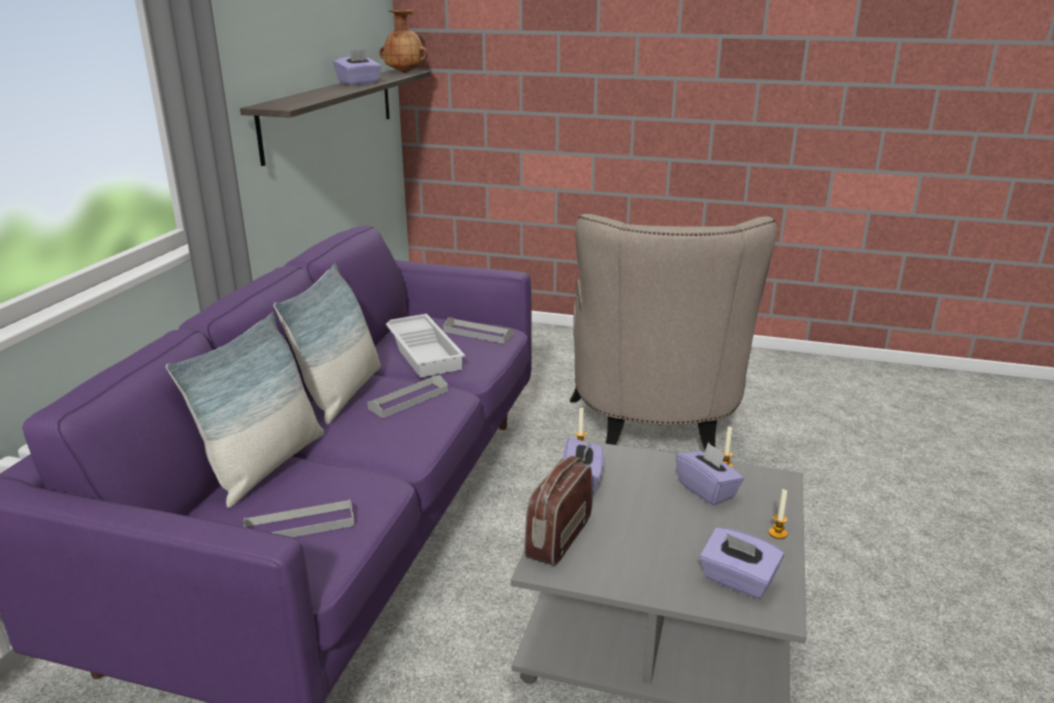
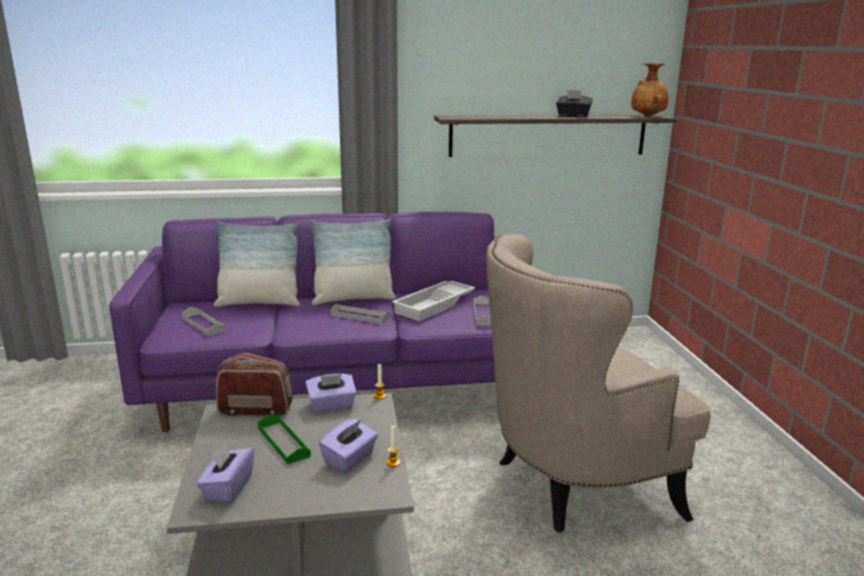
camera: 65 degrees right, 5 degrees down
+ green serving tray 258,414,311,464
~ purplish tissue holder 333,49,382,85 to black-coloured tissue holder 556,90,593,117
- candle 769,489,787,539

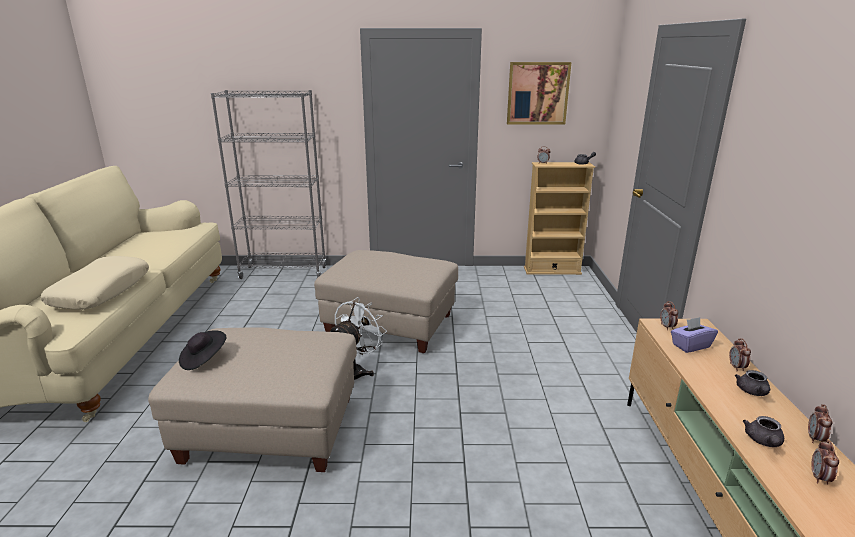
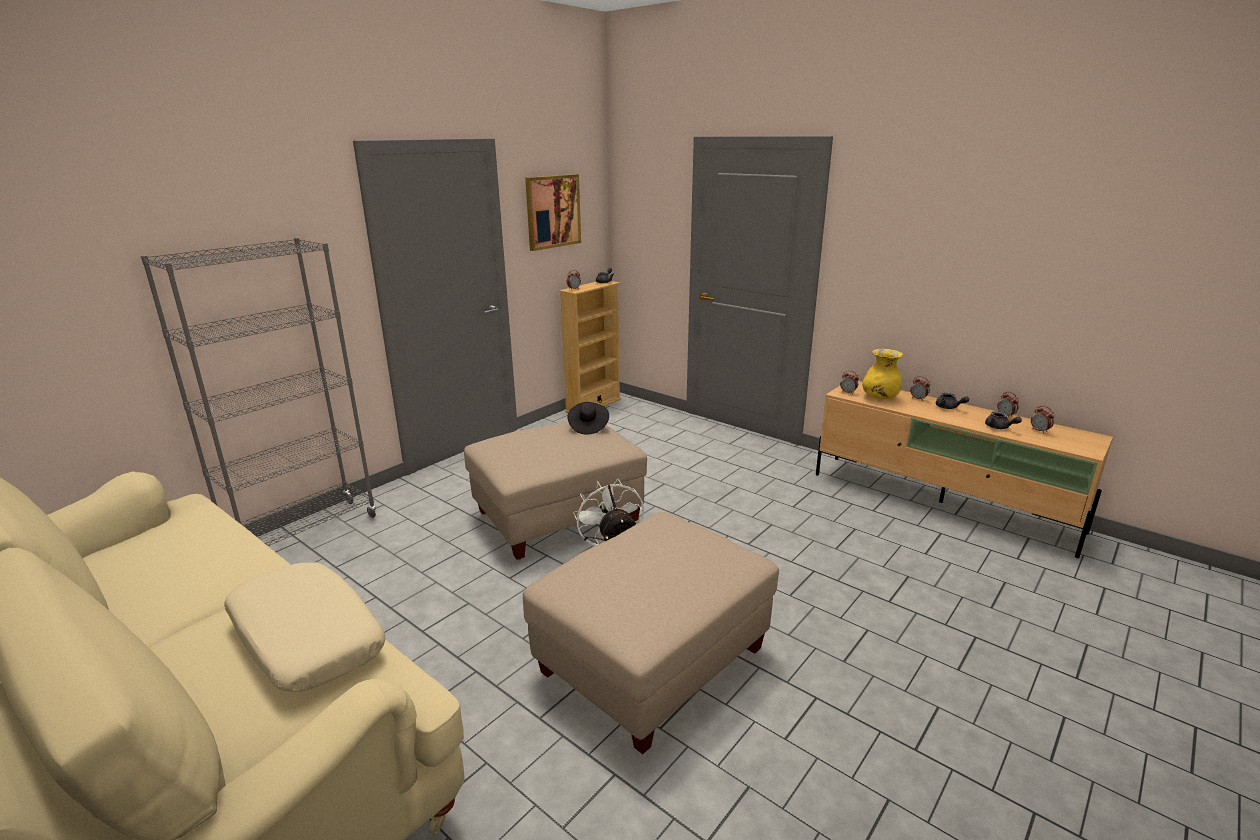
camera: 50 degrees left, 0 degrees up
~ black-coloured hat 179,330,227,370 to 567,402,609,435
~ purplish tissue holder 671,317,718,353 to yellow vase 862,349,903,400

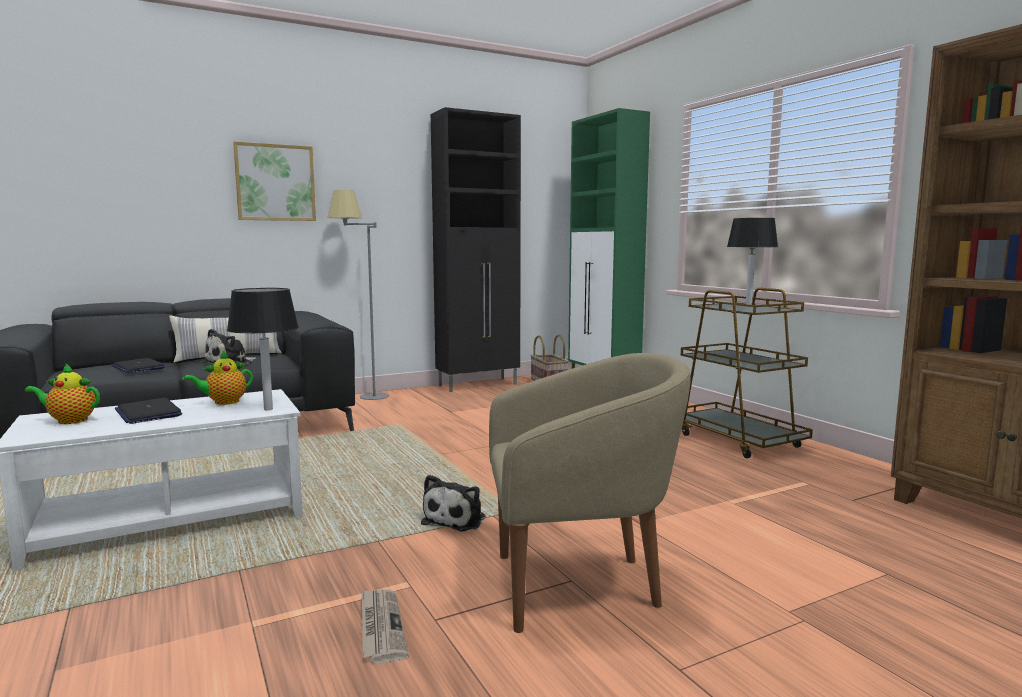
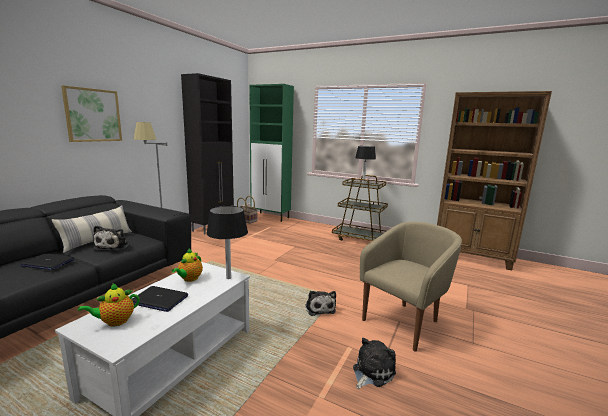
camera: 35 degrees left, 5 degrees up
~ printed paper 362,589,409,664 to cuddly toy 353,338,396,389

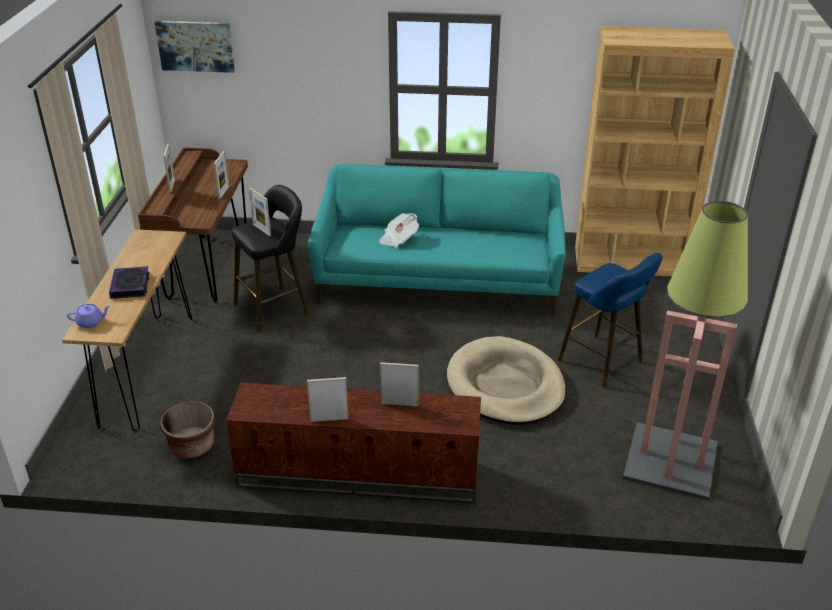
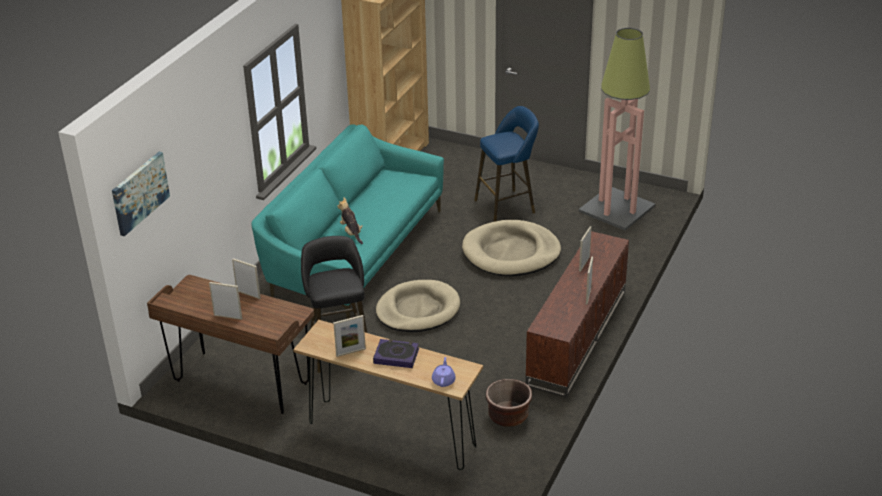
camera: 70 degrees left, 0 degrees up
~ standing frame 249,188,271,236 to 333,315,366,357
~ printed paper 379,213,419,247 to cuddly toy 337,197,363,244
+ beige-coloured dog cushion 376,280,460,332

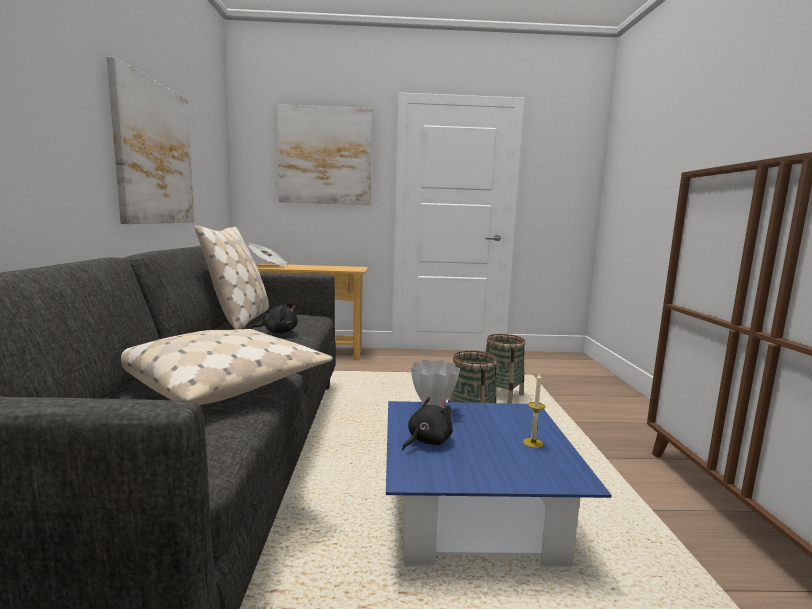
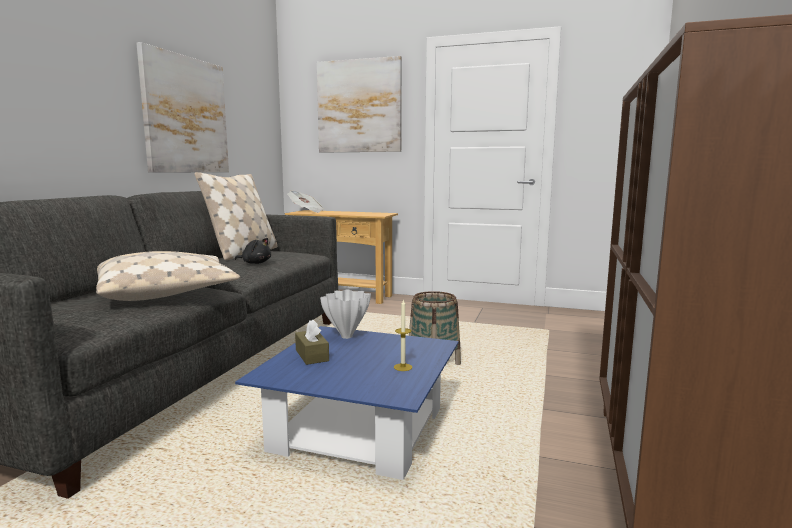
camera: 20 degrees right, 0 degrees up
~ black-coloured cuddly toy 402,397,453,450 to brownish tissue holder 295,319,329,365
- basket 486,334,525,404

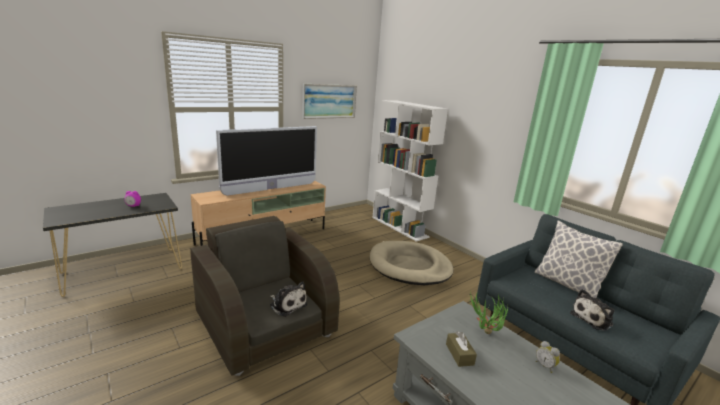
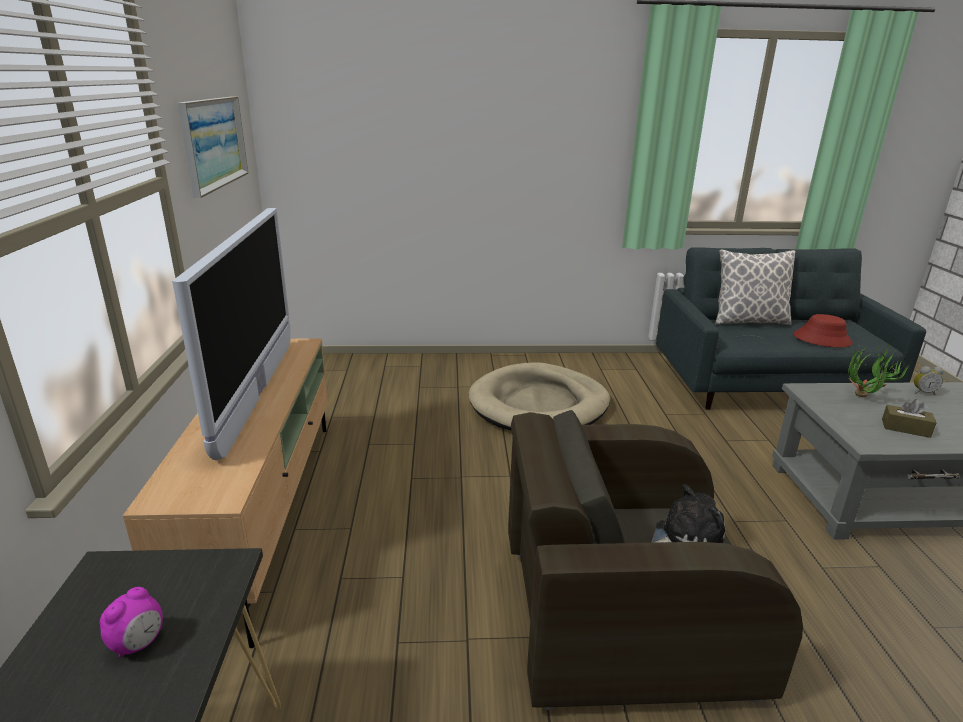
camera: 55 degrees left, 5 degrees up
~ cuddly toy 570,289,615,331 to red-coloured hat 793,314,853,347
- white-coloured bookcase 372,100,448,242

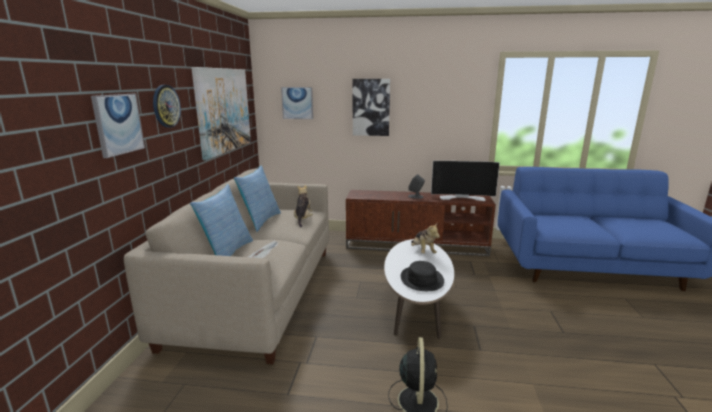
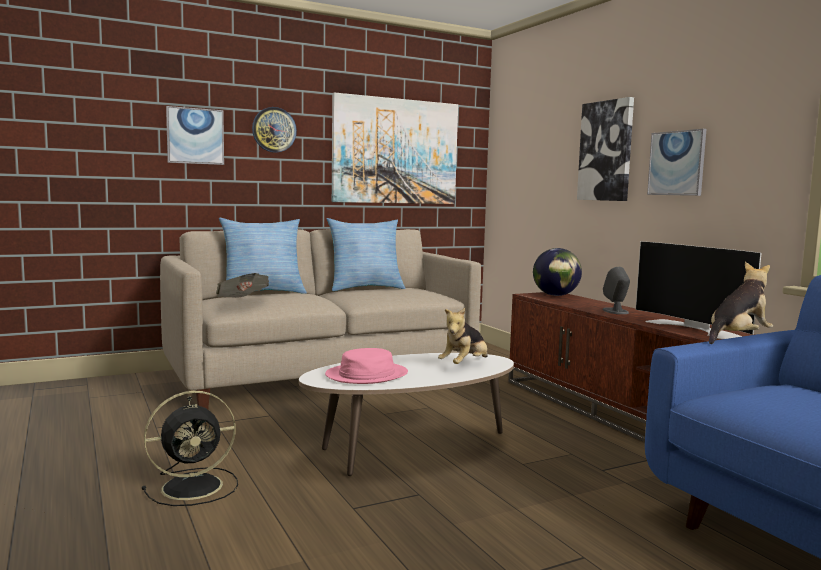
camera: 55 degrees right, 10 degrees down
~ black-coloured hat 401,261,444,291 to pink hat 325,348,408,384
+ globe 533,248,582,296
~ picture 281,87,313,119 to 647,129,706,196
~ cuddly toy 294,185,313,228 to 709,262,773,344

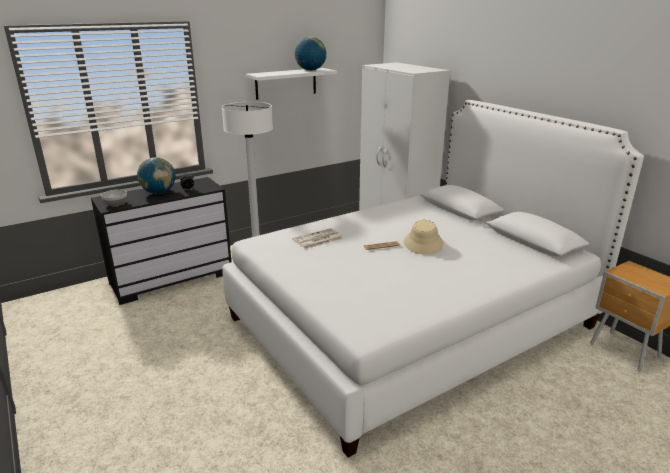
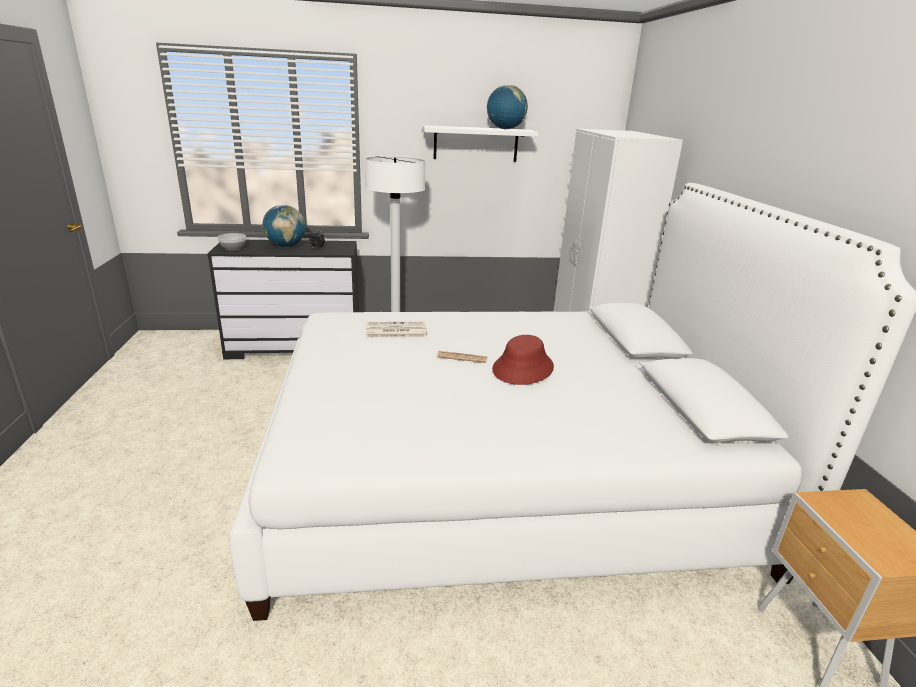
camera: 25 degrees right, 0 degrees up
~ beige-coloured hat 404,220,444,255 to red-coloured hat 492,335,554,385

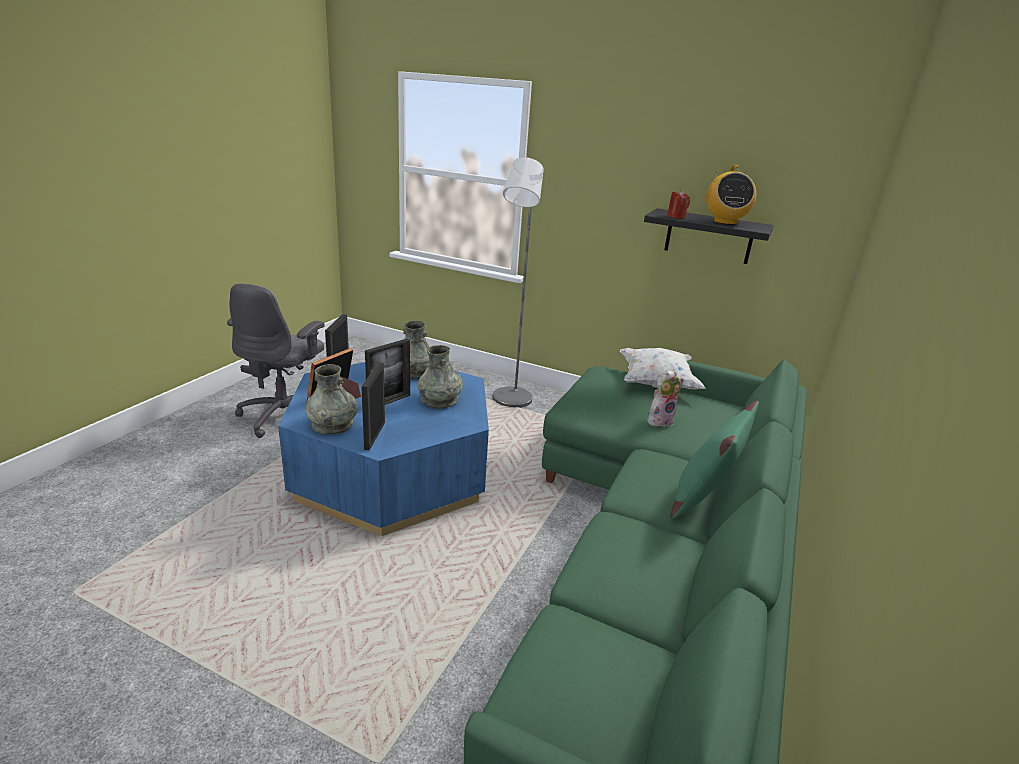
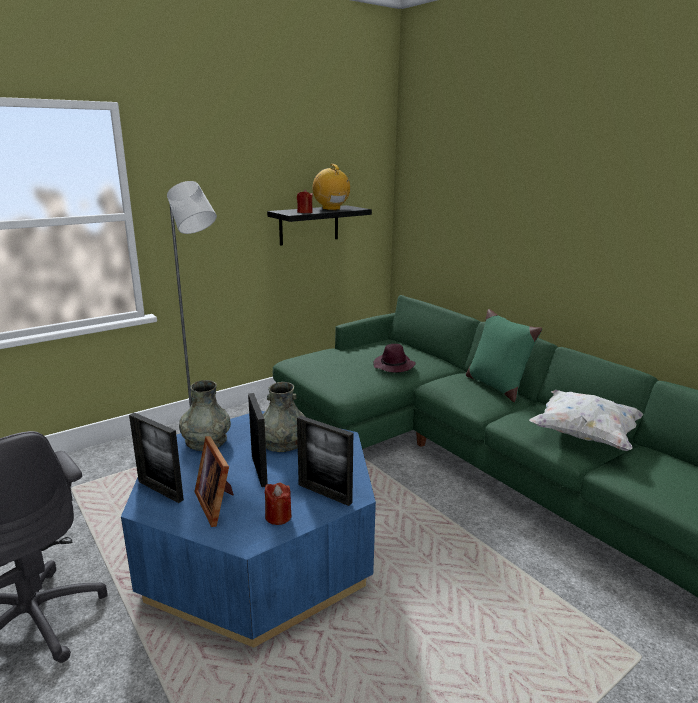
camera: 60 degrees left, 5 degrees down
~ grey vase 306,364,358,434 to red-coloured candle 265,483,291,525
~ radio 706,165,756,225 = 312,164,350,210 150 degrees counterclockwise
~ cuddly toy 647,369,683,427 to purplish hat 373,344,416,372
~ white-coloured cushion 620,348,706,389 to 529,390,643,451

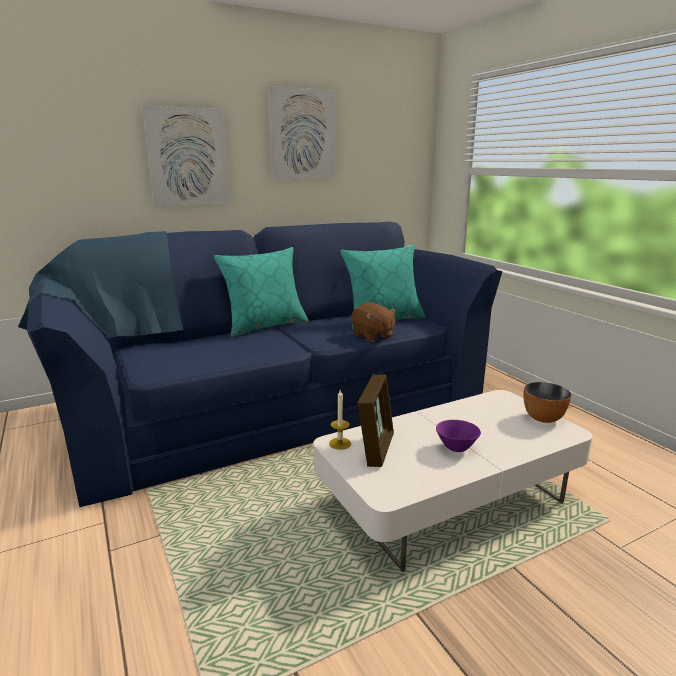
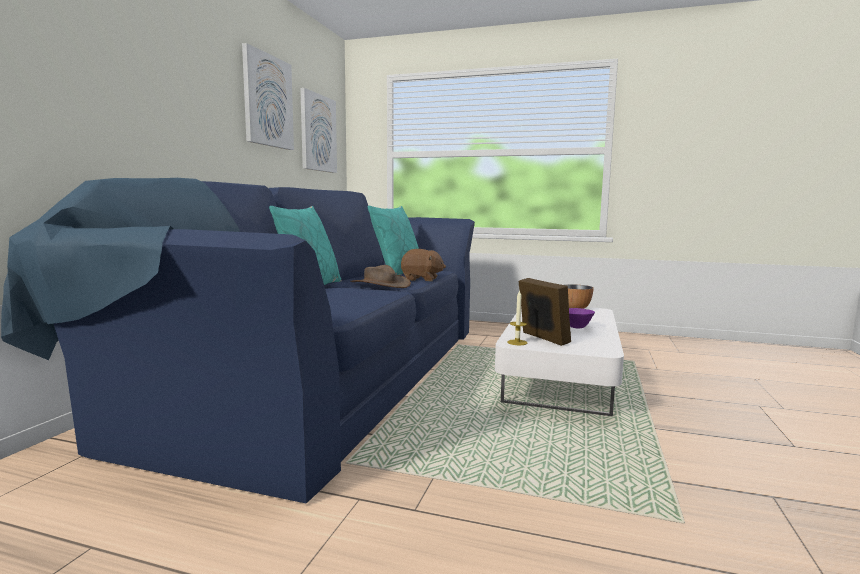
camera: 45 degrees left, 10 degrees down
~ picture 142,105,230,207 to 300,88,337,173
+ brownish hat 350,265,411,288

